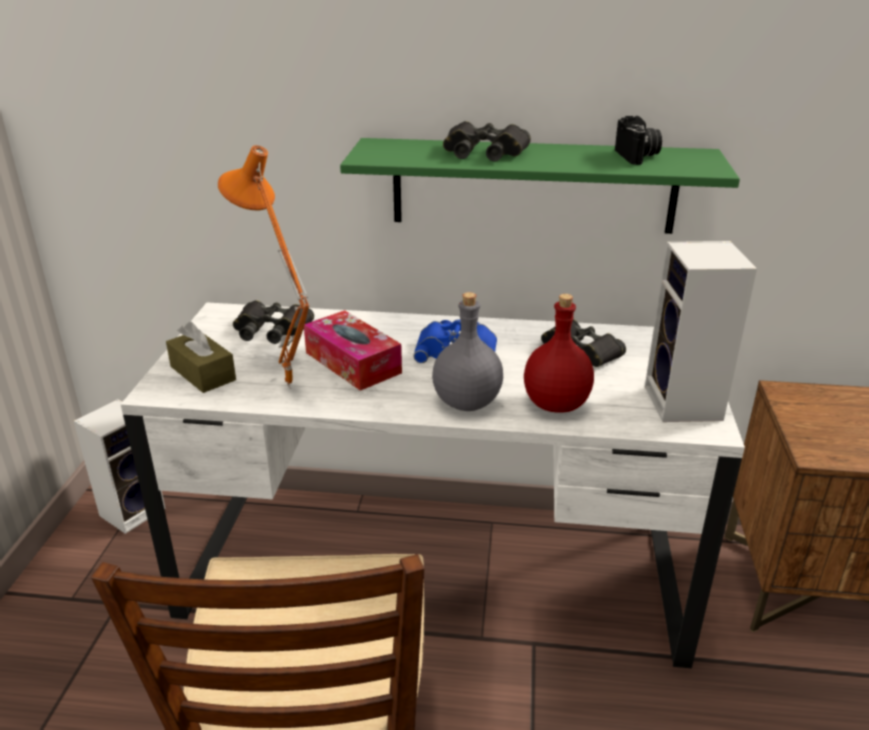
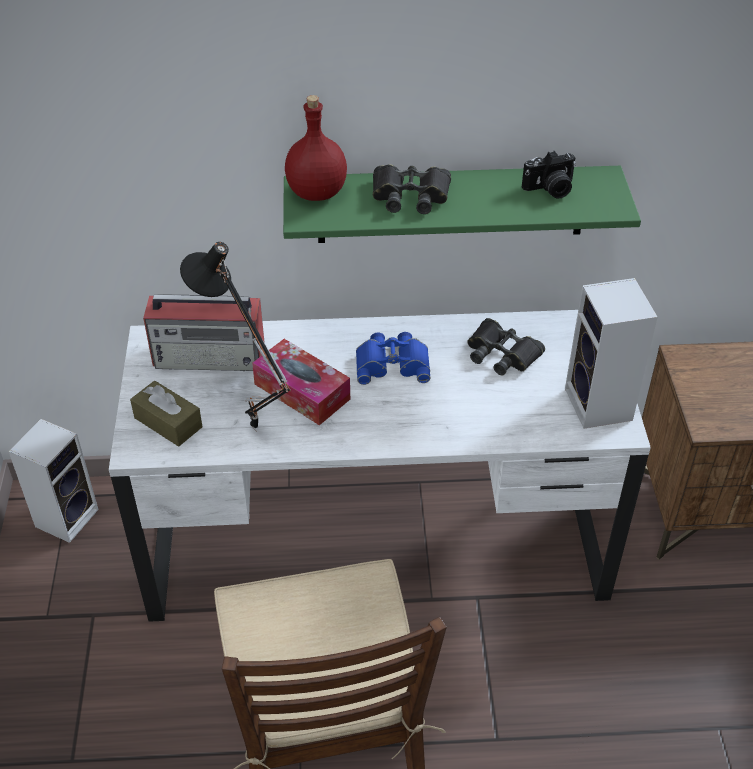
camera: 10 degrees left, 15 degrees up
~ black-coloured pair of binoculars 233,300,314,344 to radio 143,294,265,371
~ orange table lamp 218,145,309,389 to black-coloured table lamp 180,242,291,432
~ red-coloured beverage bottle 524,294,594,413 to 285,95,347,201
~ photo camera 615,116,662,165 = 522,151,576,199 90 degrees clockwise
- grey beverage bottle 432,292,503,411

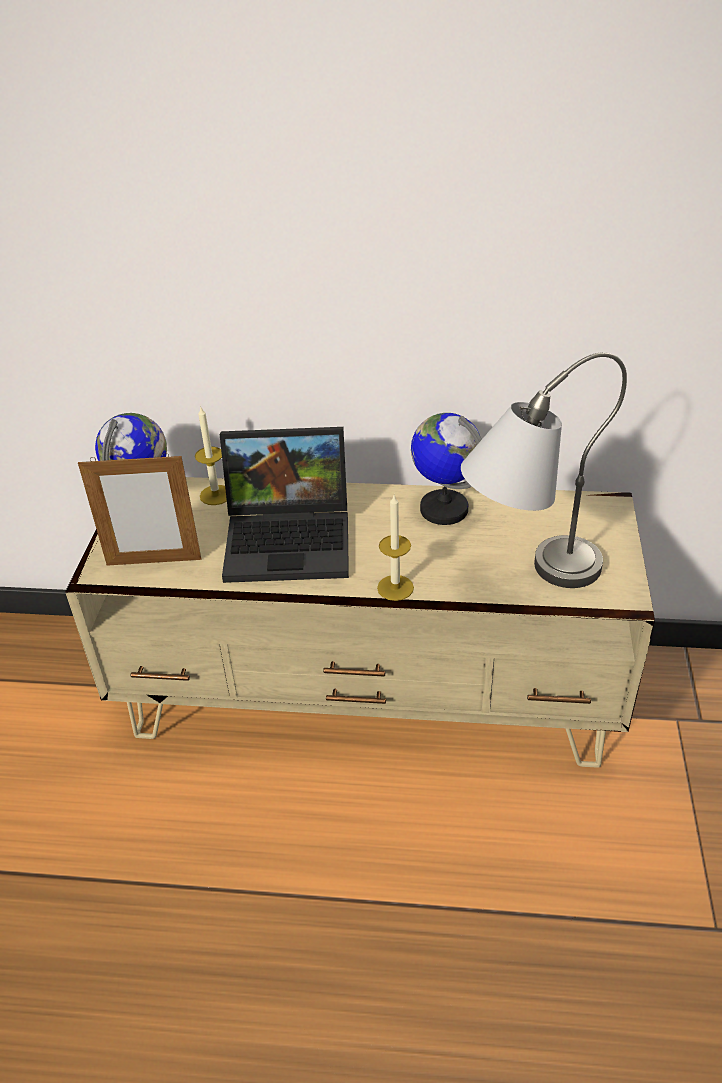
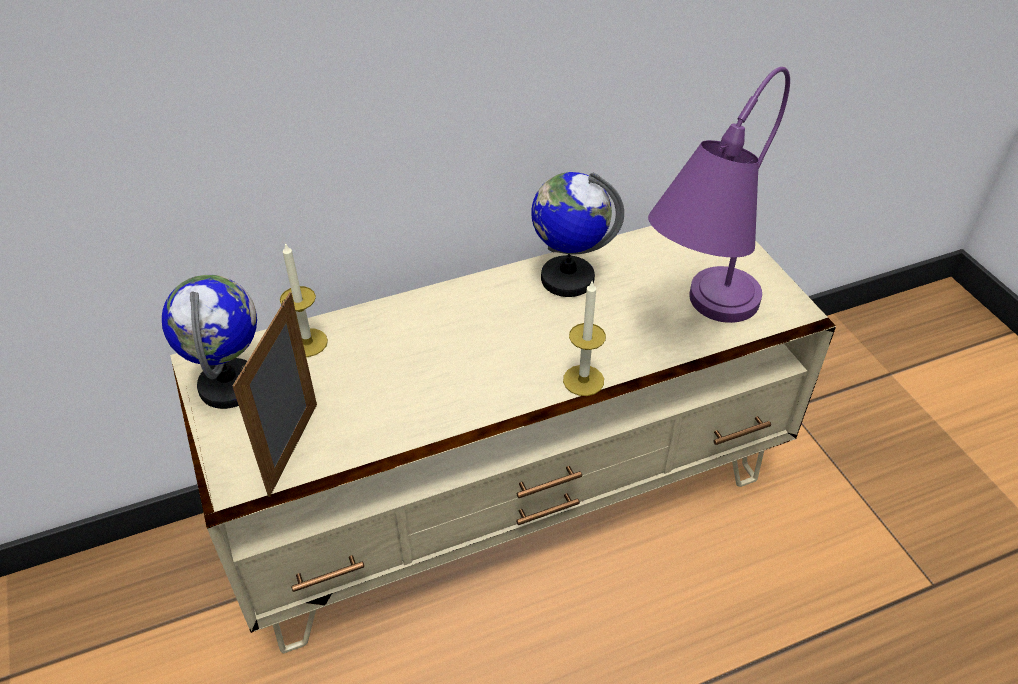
camera: 30 degrees left, 5 degrees up
~ standing frame 78,453,201,566 = 233,292,317,497 135 degrees clockwise
~ grey table lamp 461,352,627,588 to purplish table lamp 648,67,790,323
- laptop 220,427,349,583

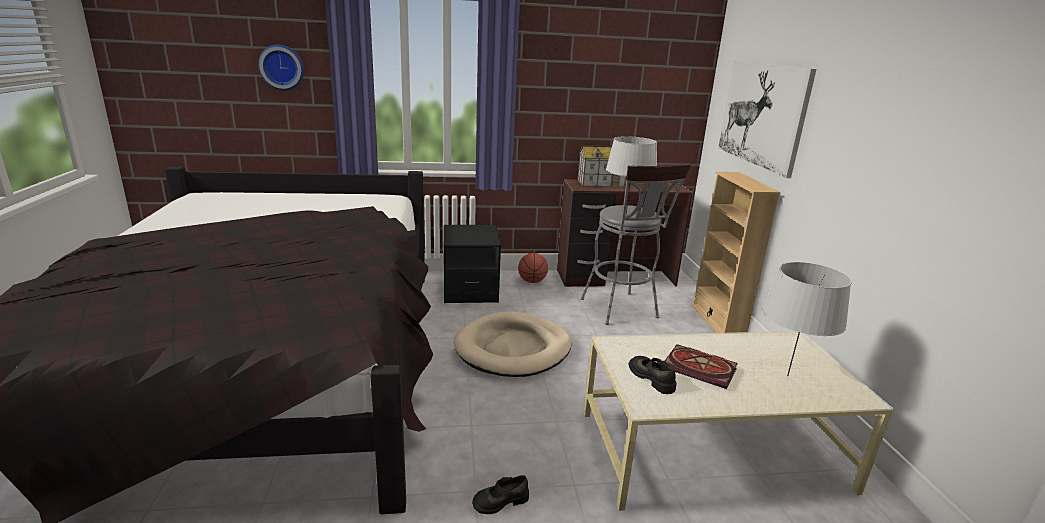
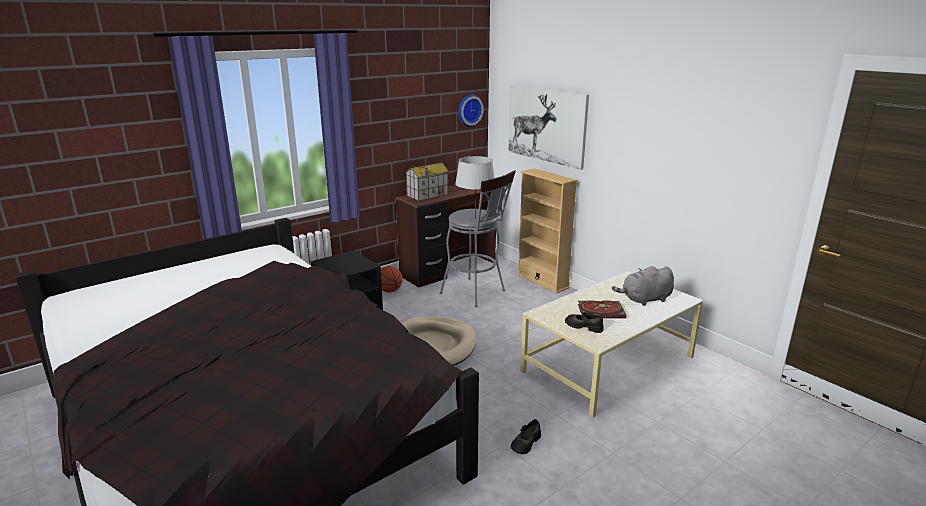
camera: 30 degrees left, 0 degrees up
~ hanging clock 258,45,304,90 to 458,95,484,127
~ grey table lamp 763,262,852,376 to grey cuddly toy 612,266,674,306

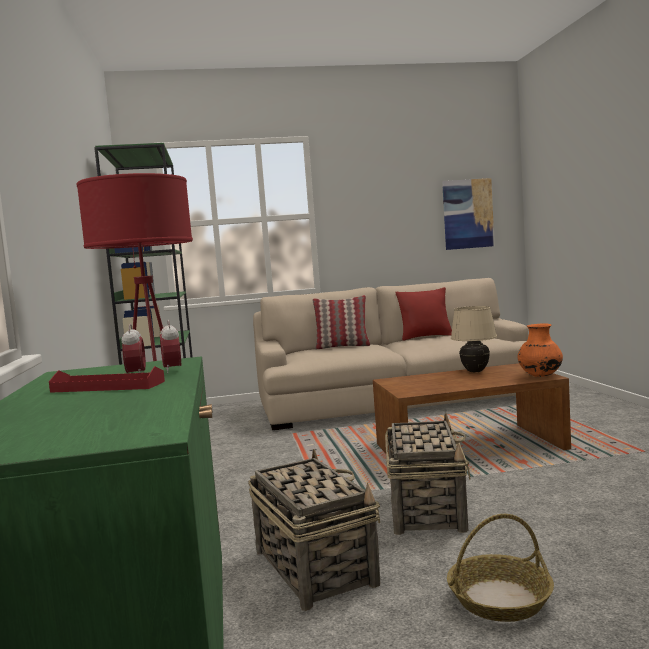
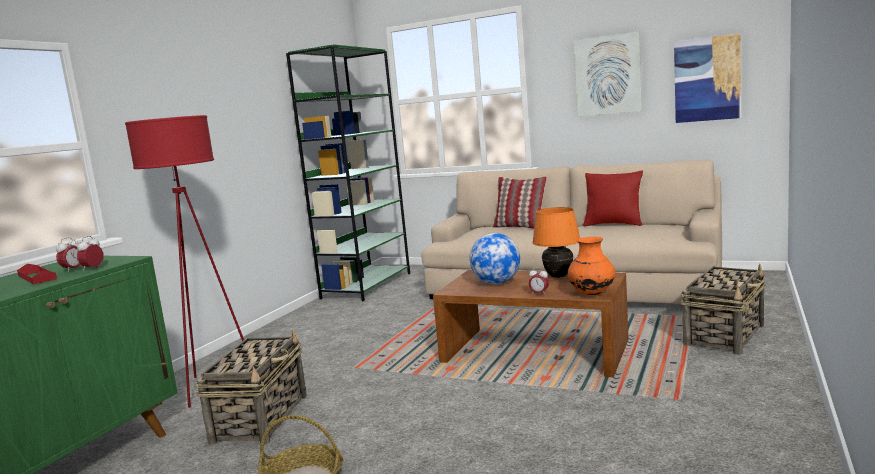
camera: 35 degrees right, 5 degrees up
+ globe 469,233,520,284
+ alarm clock 529,267,549,295
~ beige-coloured table lamp 451,306,497,372 to orange table lamp 532,207,580,278
+ picture 574,32,642,116
~ basket 385,413,470,535 to 680,264,766,355

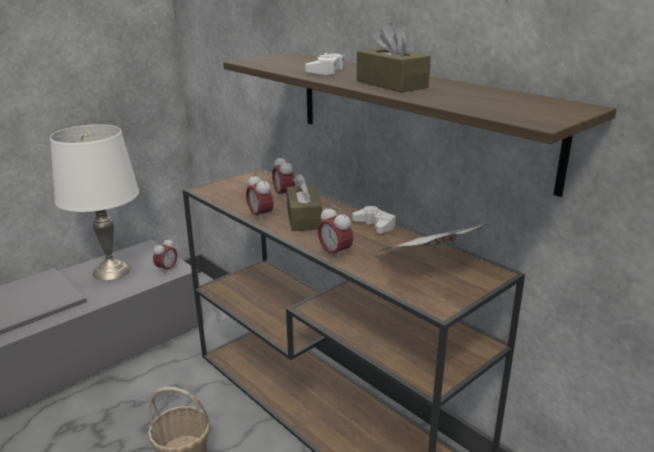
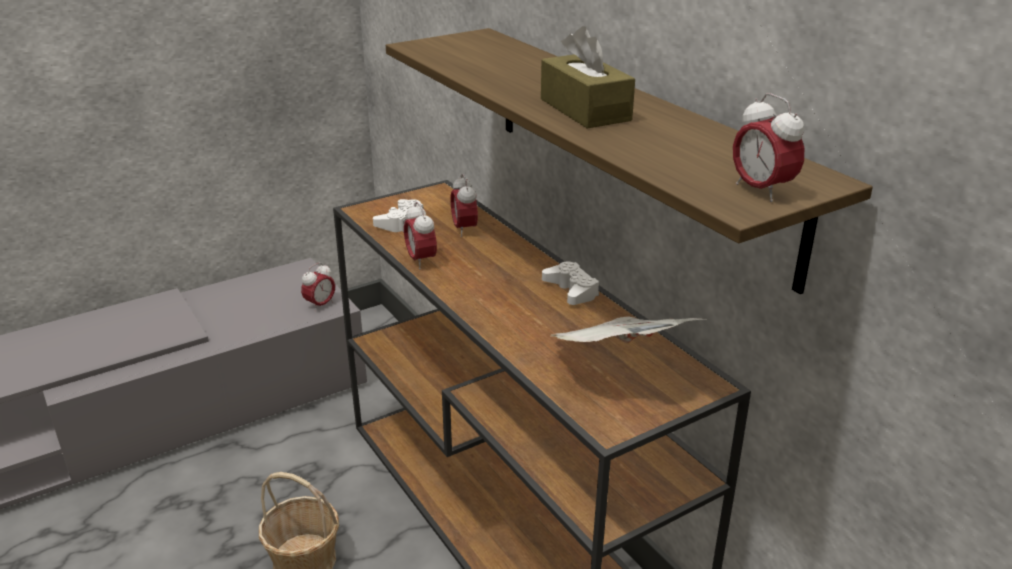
camera: 10 degrees right, 5 degrees up
~ white-coloured gamepad 305,53,344,75 to 373,199,423,232
~ alarm clock 318,205,353,261 to 733,93,804,202
- white-coloured table lamp 50,124,139,280
- brownish tissue holder 287,173,322,231

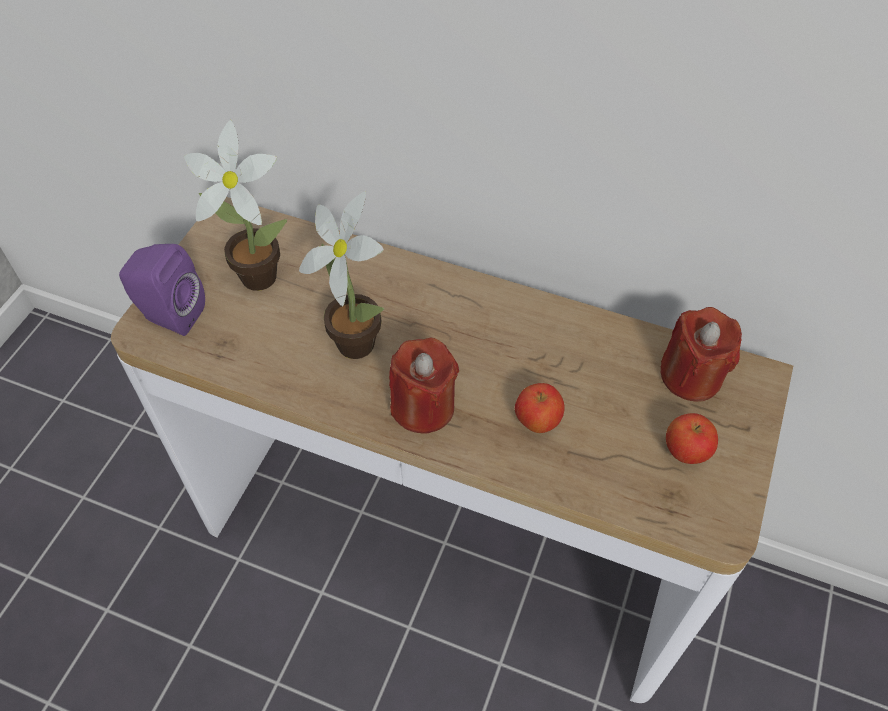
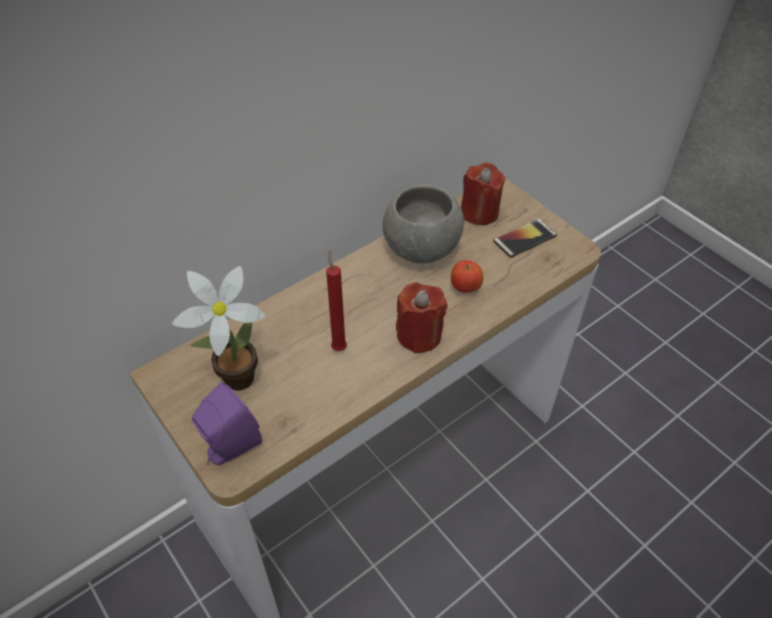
camera: 60 degrees left, 5 degrees down
~ houseplant 299,191,384,359 to red-coloured candle 326,250,347,351
+ grey serving bowl 383,184,464,263
~ apple 666,413,718,464 to phone 493,218,557,258

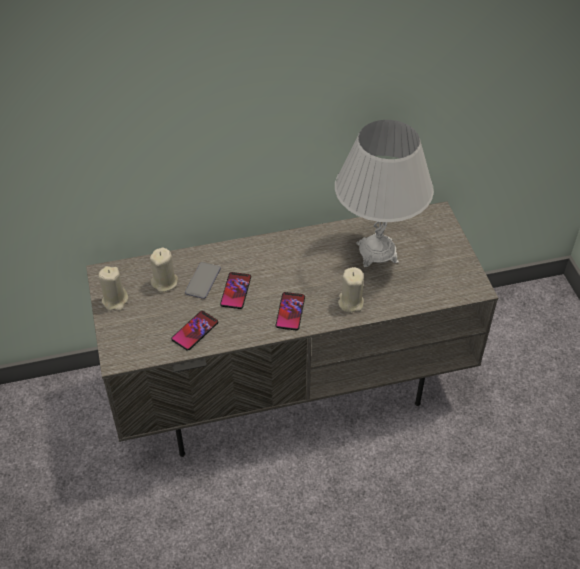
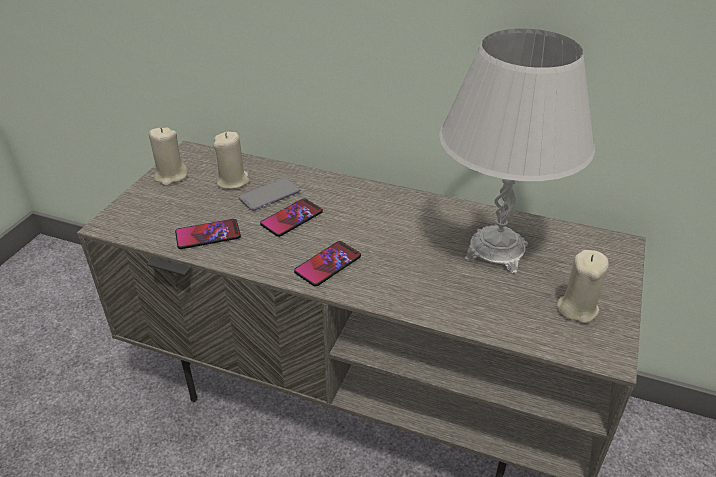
camera: 35 degrees right, 10 degrees down
~ beige-coloured candle 338,267,364,313 to 557,250,609,323

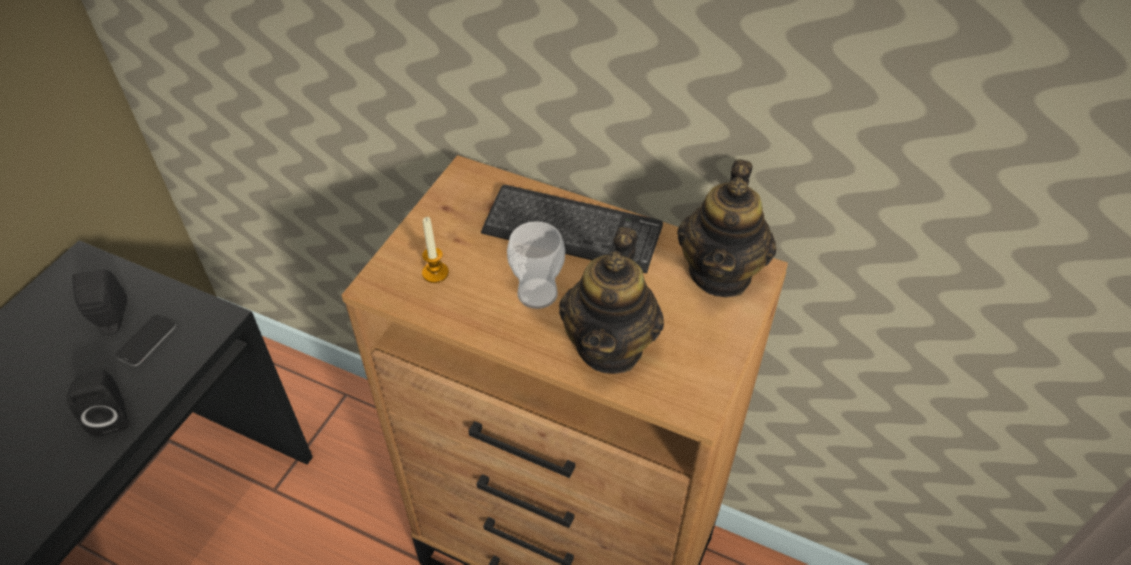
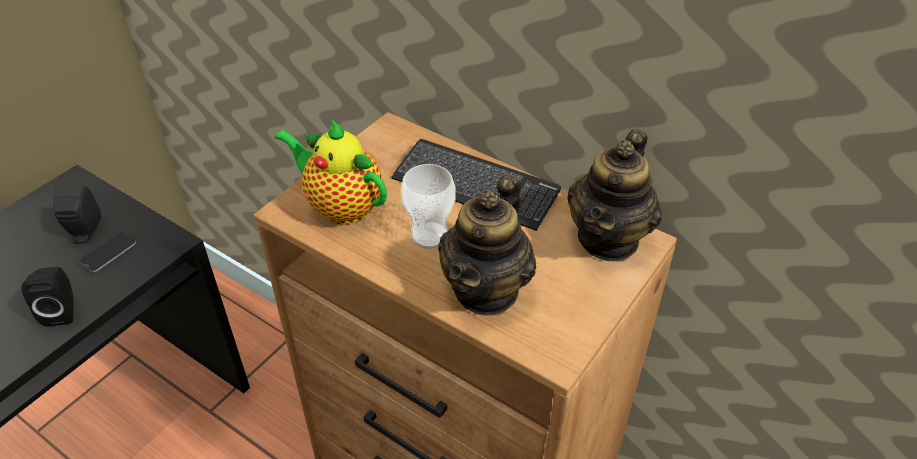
camera: 10 degrees right, 5 degrees down
~ candle 422,217,449,283 to teapot 275,120,387,225

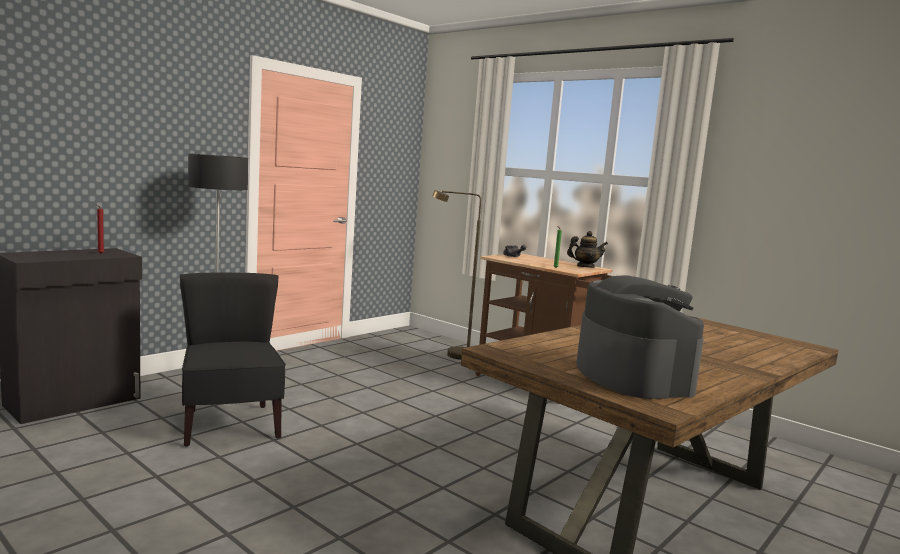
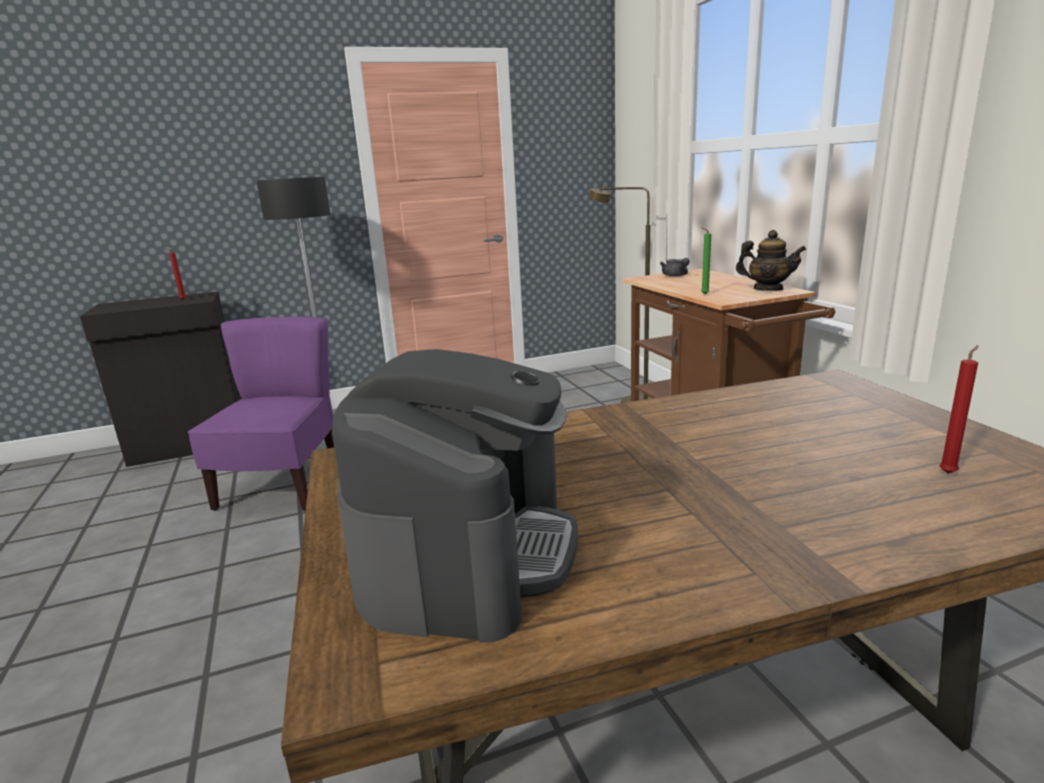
camera: 30 degrees right, 10 degrees up
~ black-coloured upright chair 180,273,286,447 to purplish upright chair 188,317,334,511
+ red-coloured candle 939,345,979,474

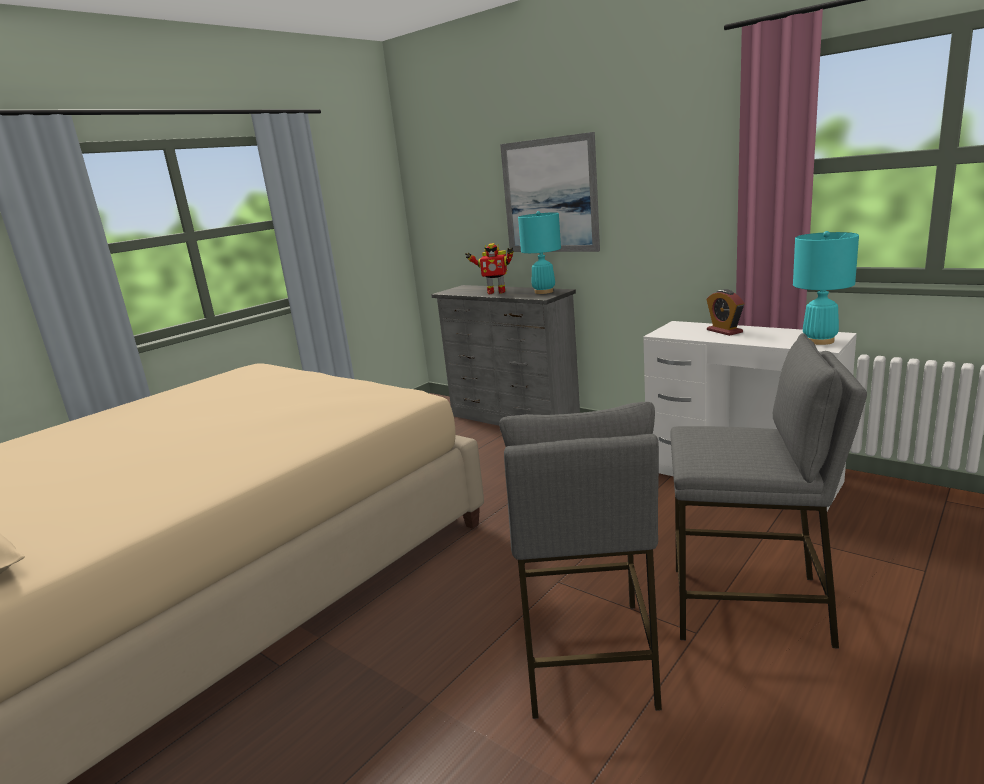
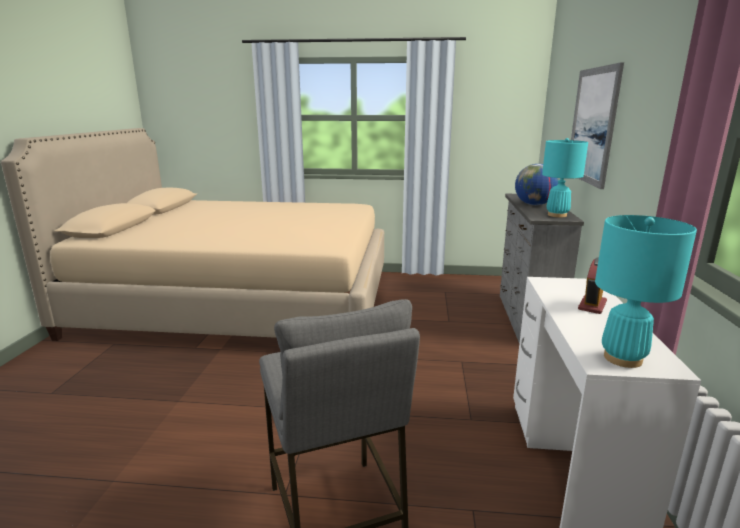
camera: 55 degrees right, 0 degrees up
~ toy robot 465,243,514,294 to globe 515,164,558,205
- grey stool 499,402,662,719

